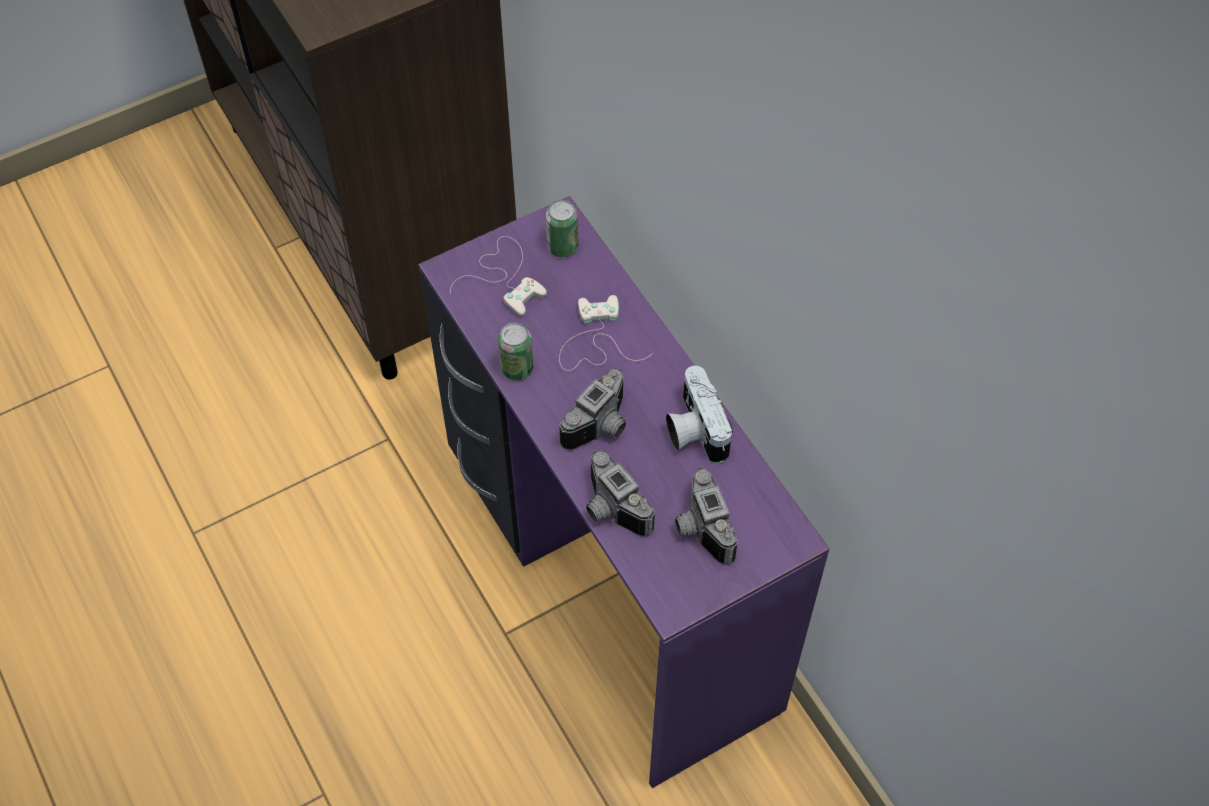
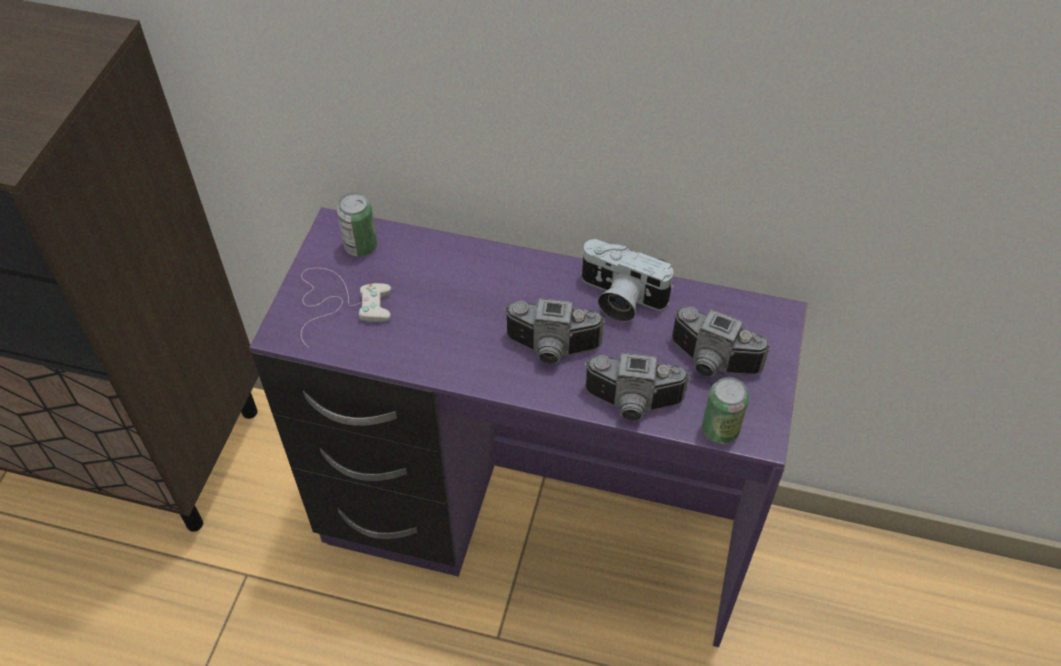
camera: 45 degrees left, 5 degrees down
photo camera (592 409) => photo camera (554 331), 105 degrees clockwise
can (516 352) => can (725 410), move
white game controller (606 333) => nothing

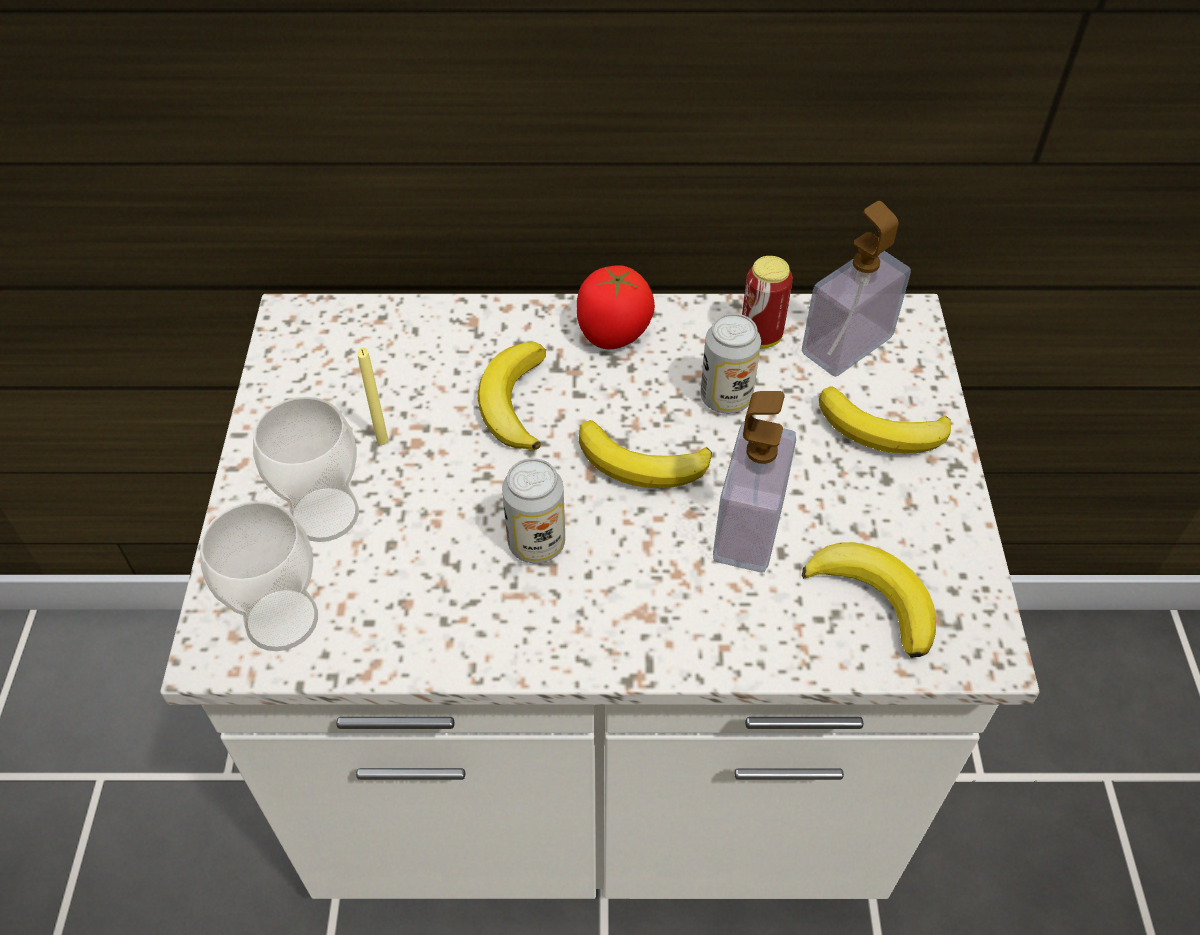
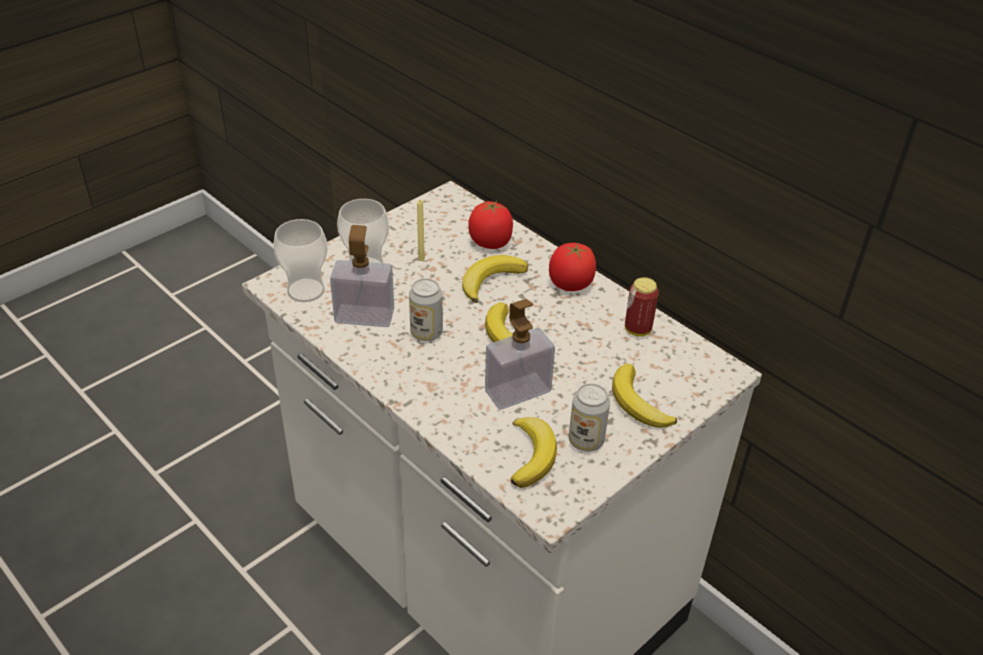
camera: 45 degrees right, 10 degrees down
soap dispenser (856 289) => soap dispenser (362 276), move
nothing => tomato (490 224)
can (730 363) => can (589 417), move

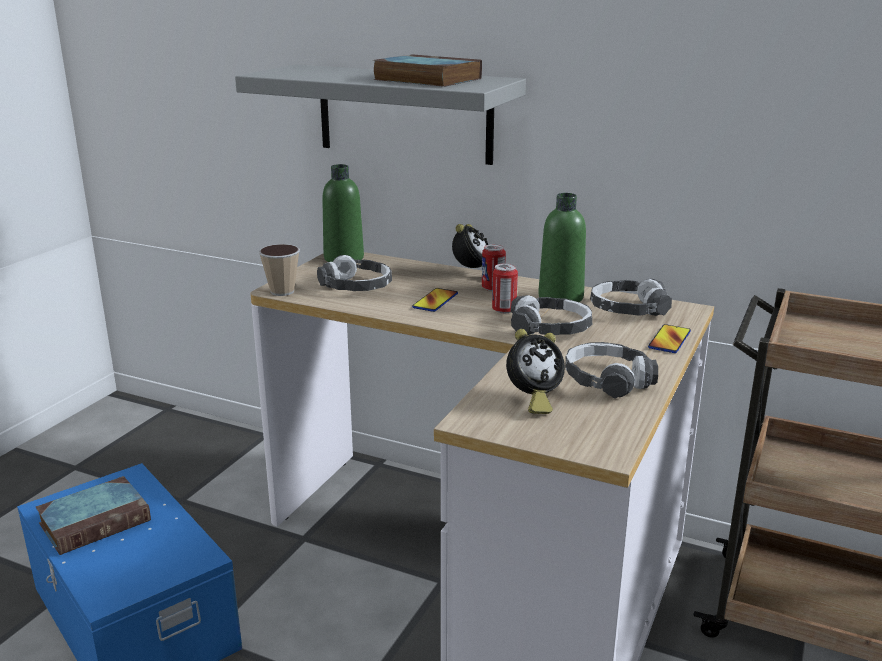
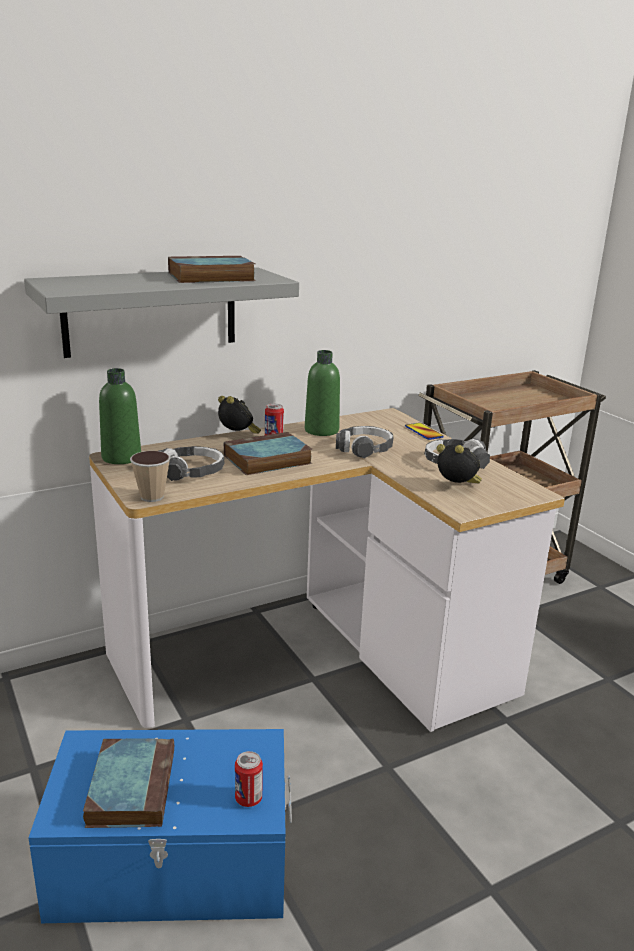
camera: 55 degrees left, 0 degrees up
phone (435 300) => book (268 453)
can (505 288) => can (249 779), move
alarm clock (535 371) => alarm clock (459 463), 60 degrees counterclockwise
headphones (631 297) => nothing

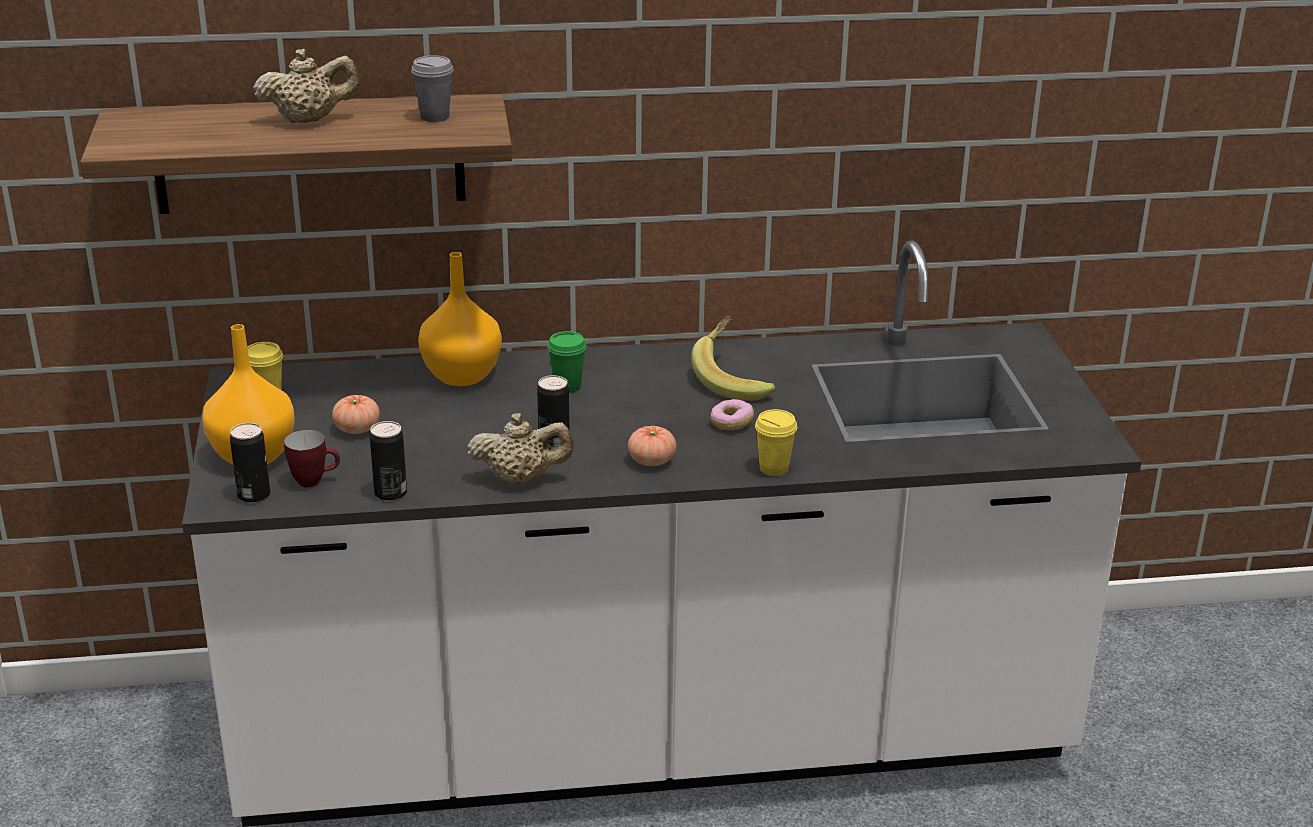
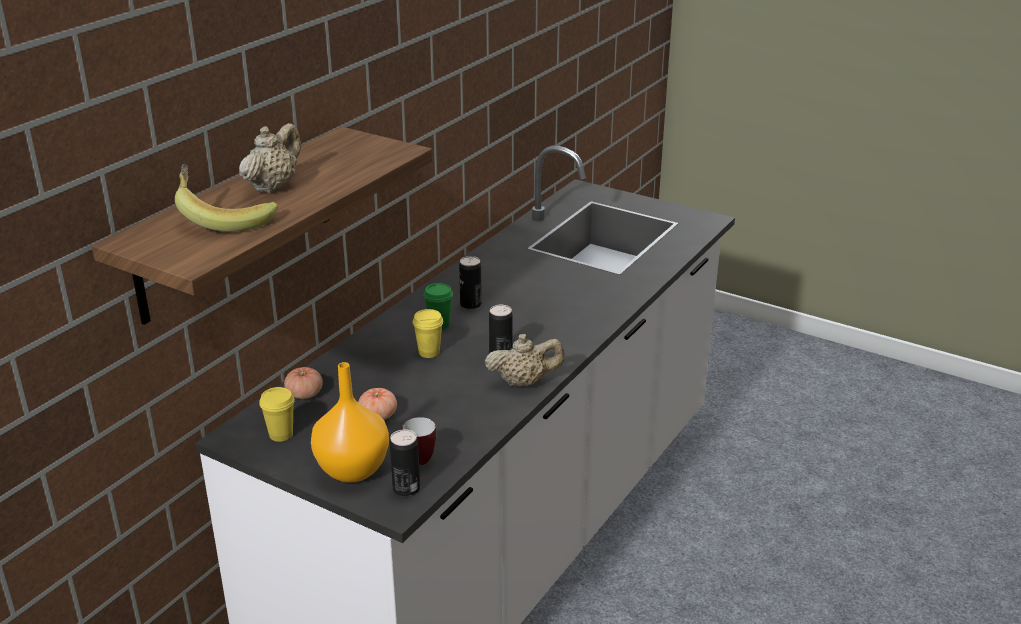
camera: 50 degrees left, 0 degrees up
banana (733 358) => banana (226 198), move
tomato (652 446) => tomato (303 383), move
yellow cup (776 442) => yellow cup (427 333), move
can (388 461) => can (470 282), move
beige teapot (520 448) => beige teapot (524 360), 45 degrees clockwise
grey cup (432 88) => nothing
orange vase (460 319) => nothing
donut (732 414) => nothing

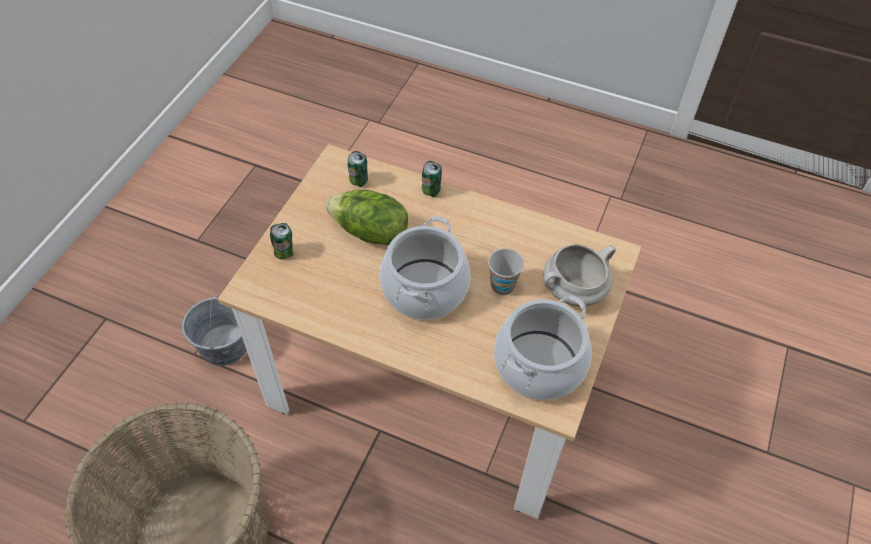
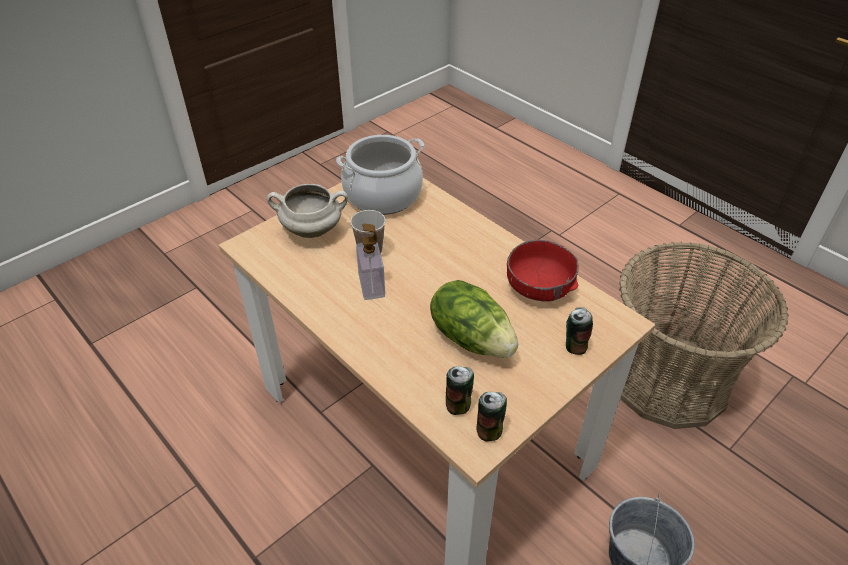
camera: 155 degrees left, 10 degrees down
nothing => soap dispenser (370 262)
can (432 179) => can (491 417), move
nothing => red bowl (543 271)
cooking pot (425 268) => nothing

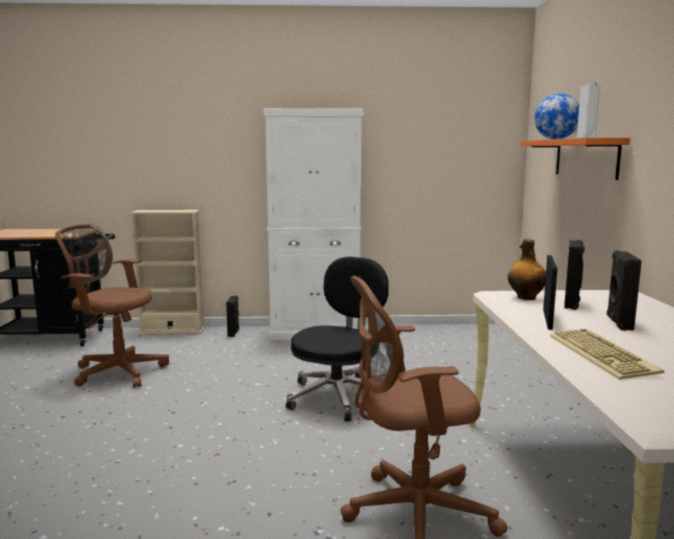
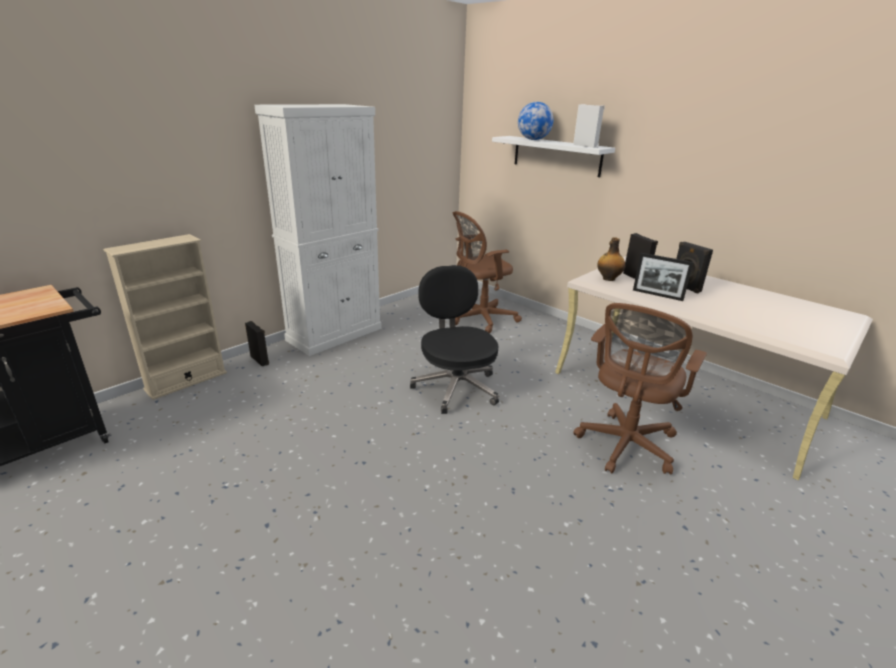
camera: 45 degrees left, 15 degrees up
brown office chair (112 306) => brown office chair (487 272), move
orange shelf (575 159) => white shelf (553 156)
picture frame (550 292) => picture frame (663 277), 150 degrees clockwise
keyboard (607 354) => nothing

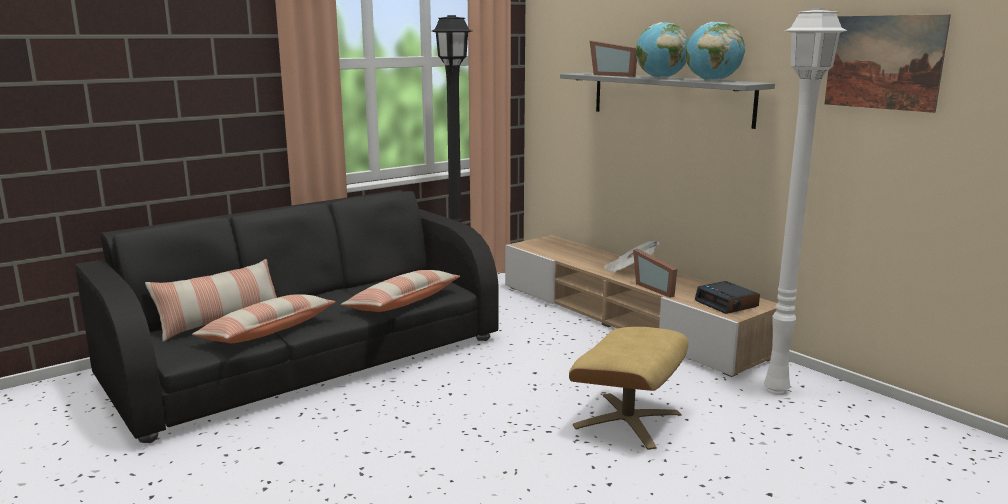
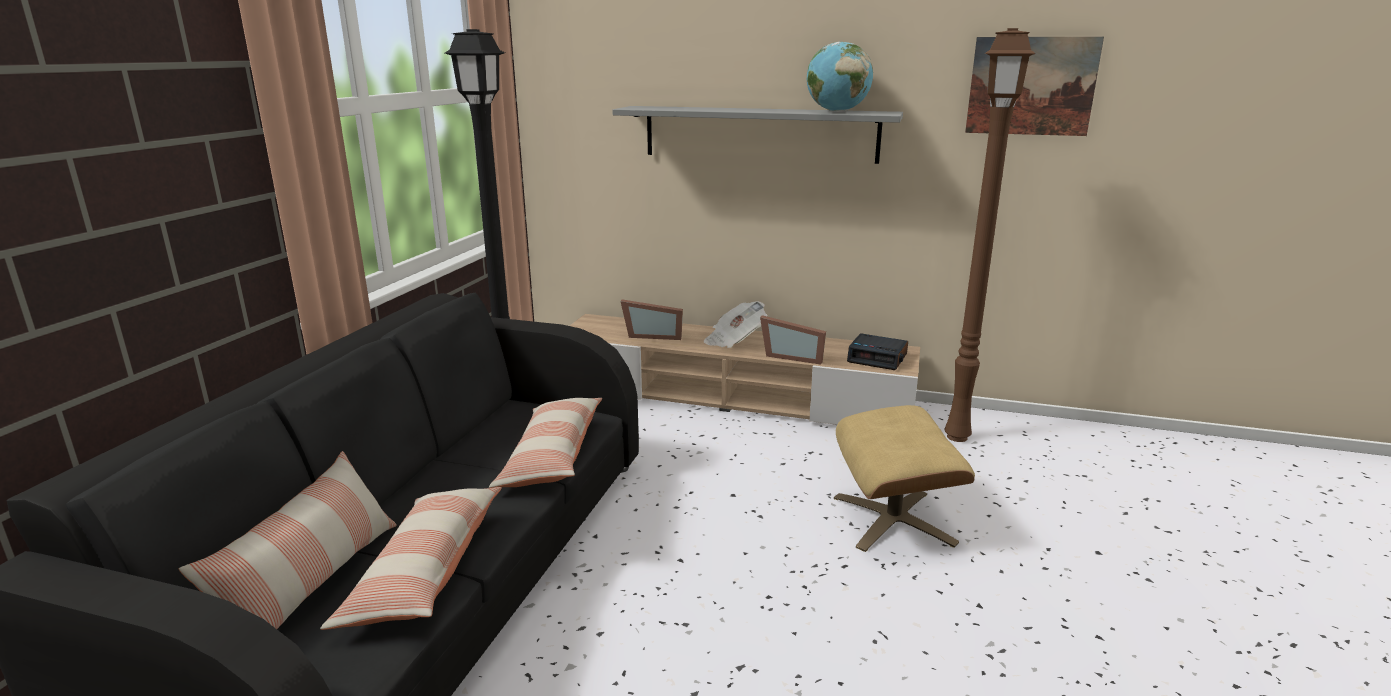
camera: 35 degrees left, 5 degrees up
picture frame (613 59) => picture frame (651 320), move
white floor lamp (805 201) => brown floor lamp (990 235)
globe (662 50) => nothing

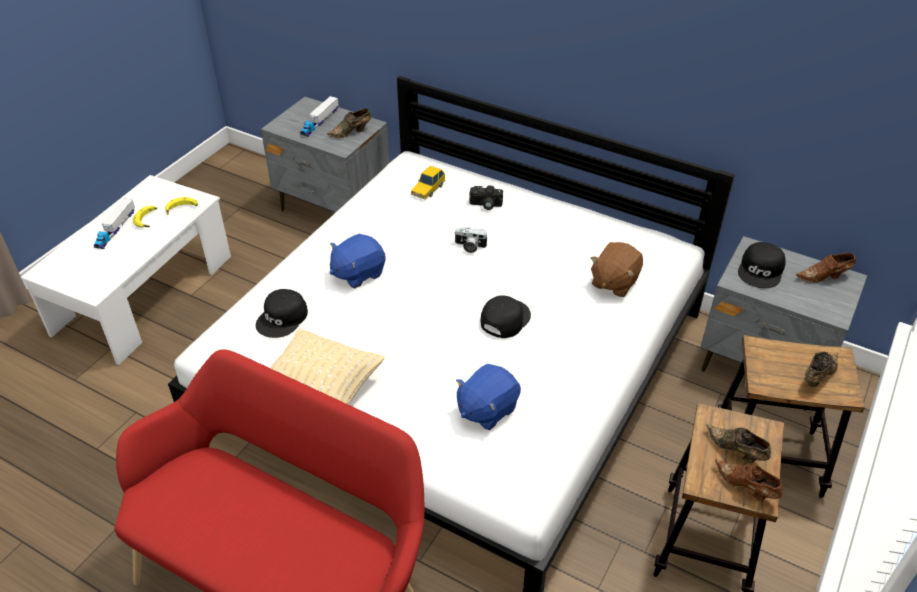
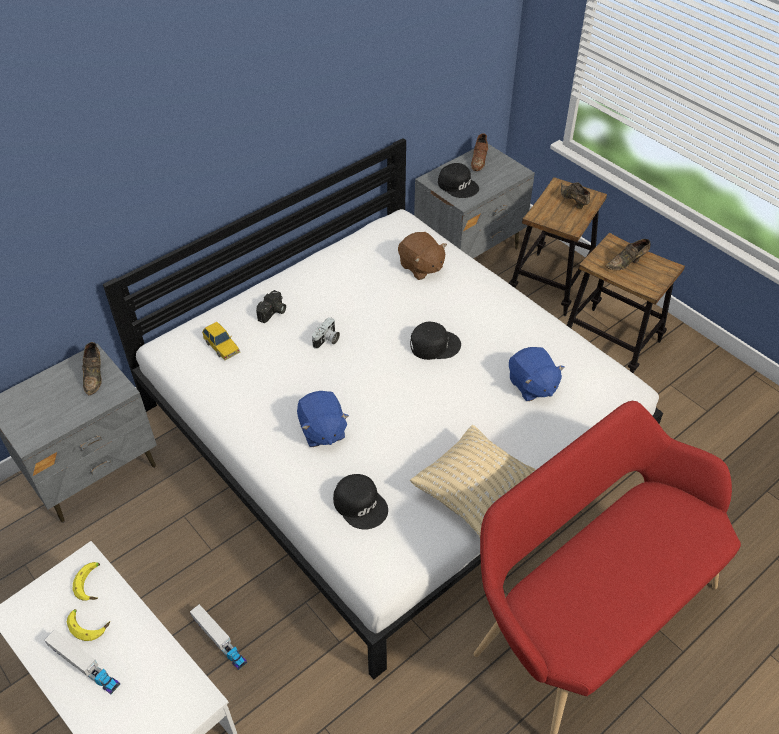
camera: 70 degrees left, 5 degrees up
toy truck (319 116) => toy truck (218 637), move
black cap (505 316) => black cap (435 341), 120 degrees clockwise
brown shoe (749 480) => nothing

